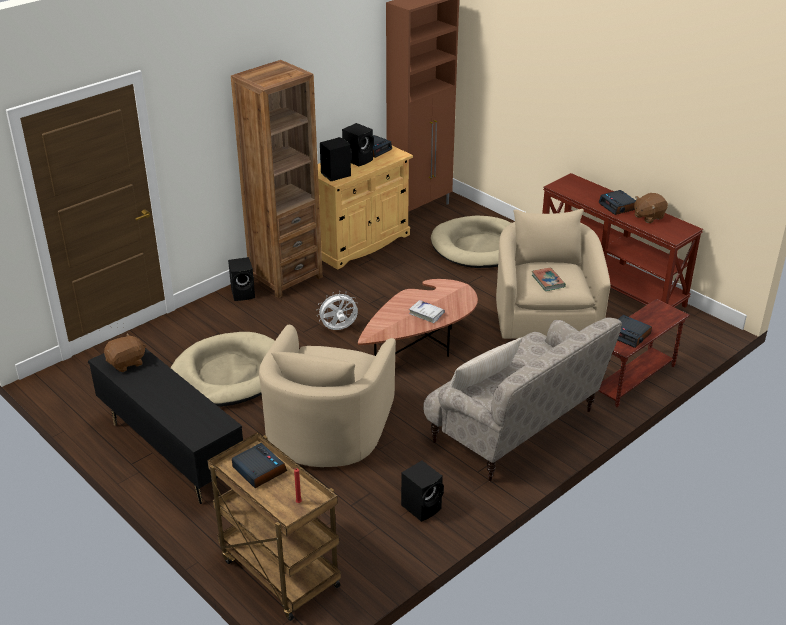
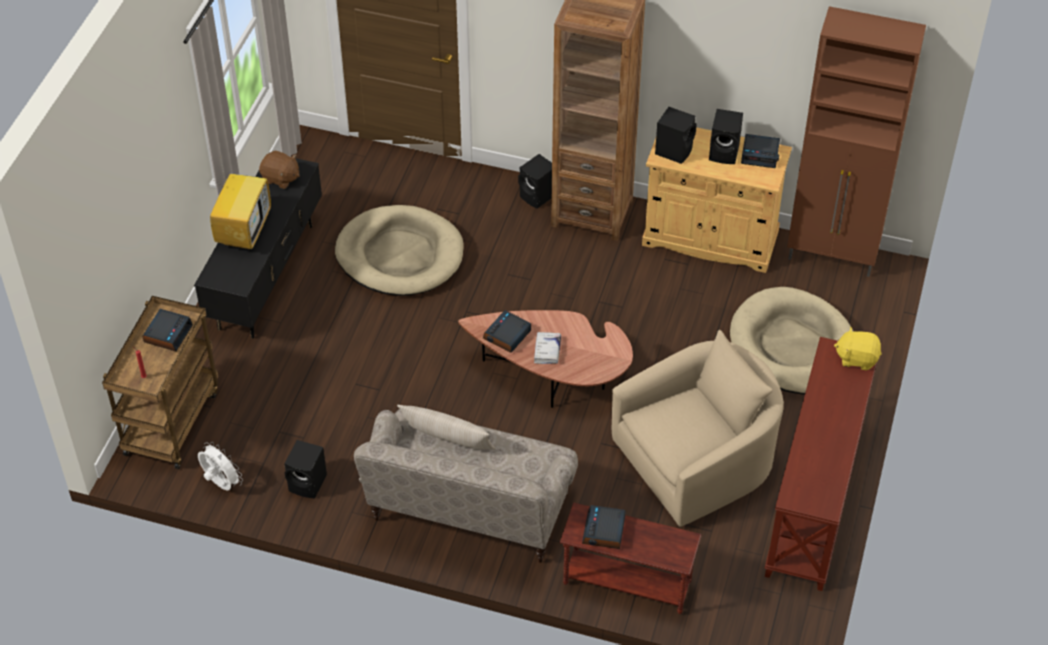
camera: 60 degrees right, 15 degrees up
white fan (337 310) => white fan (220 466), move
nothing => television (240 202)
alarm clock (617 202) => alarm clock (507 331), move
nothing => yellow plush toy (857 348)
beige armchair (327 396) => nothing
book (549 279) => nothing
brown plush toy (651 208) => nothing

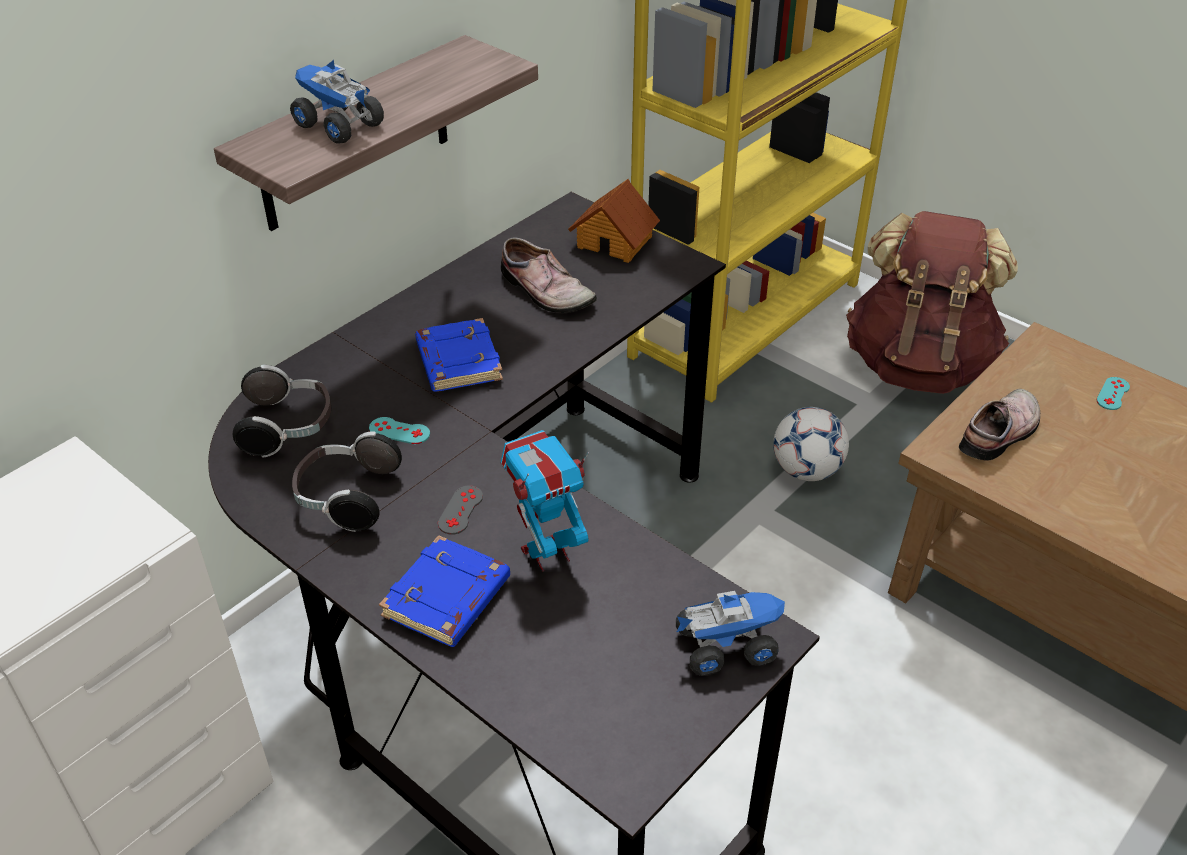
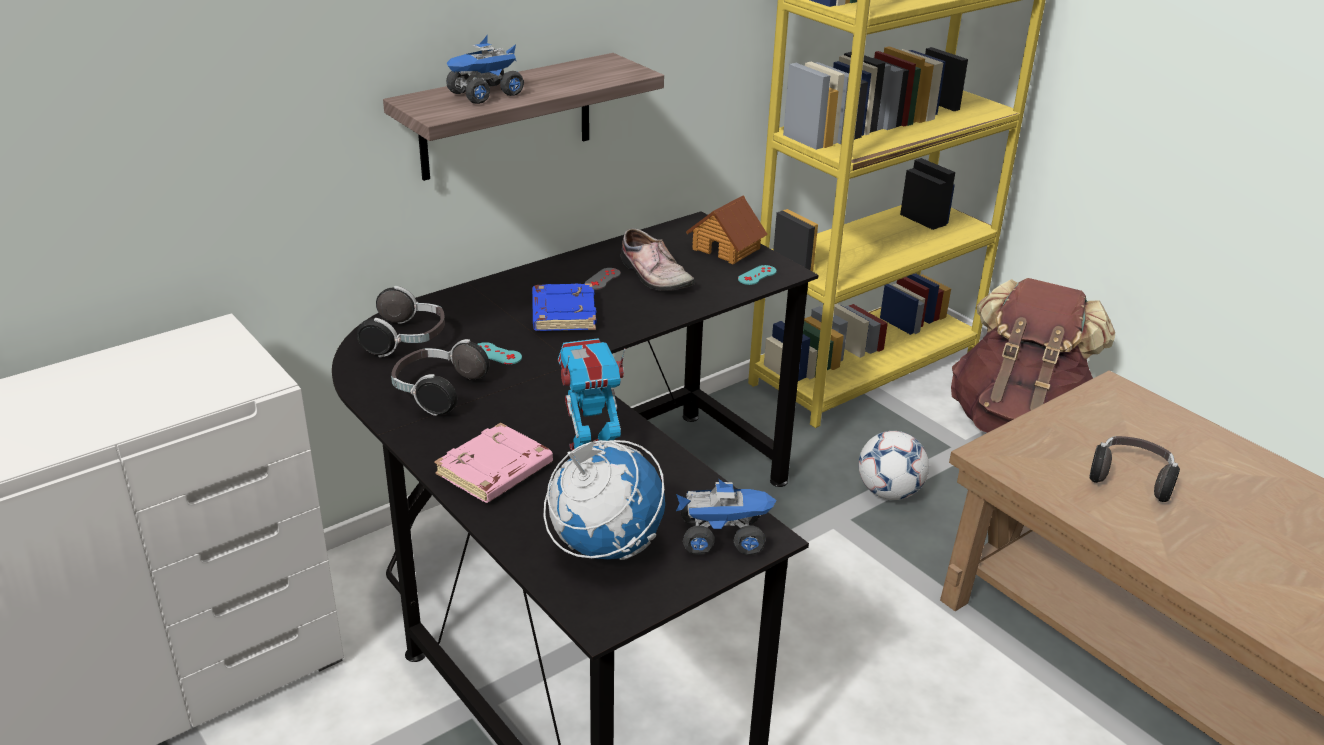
camera: 10 degrees right, 10 degrees down
blue book (444 591) => pink book (493 463)
toy truck (337 102) => toy truck (485 69), 90 degrees counterclockwise
nothing => globe (604 500)
grey game controller (460 510) => grey game controller (603 279), move
turquoise game controller (1113 393) => turquoise game controller (757 275), move
nothing => headphones (1134 469)
shoe (999 425) => nothing

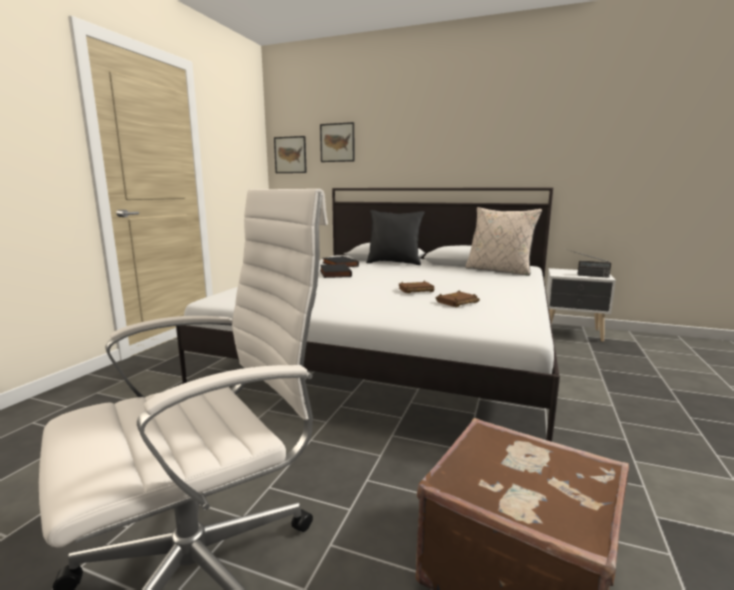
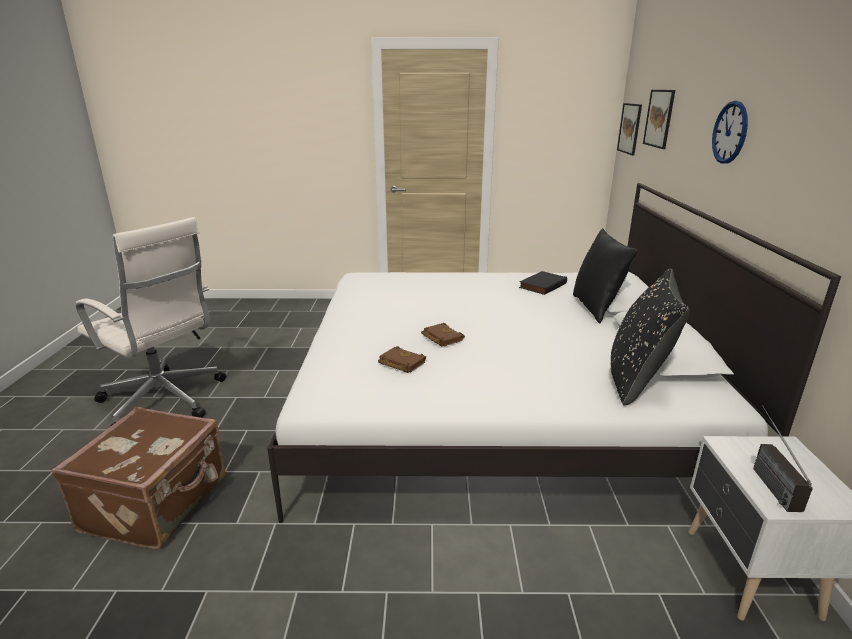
camera: 70 degrees right, 10 degrees up
beige pillow (503 241) => black pillow (650 337)
nothing => wall clock (730 132)
black book (336 271) => nothing

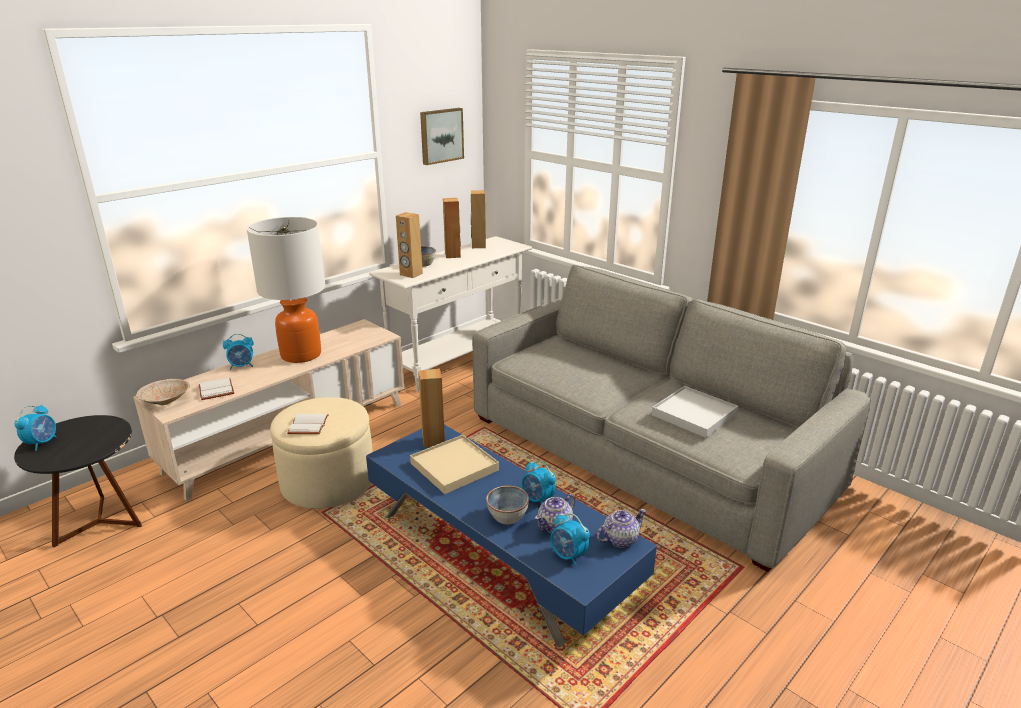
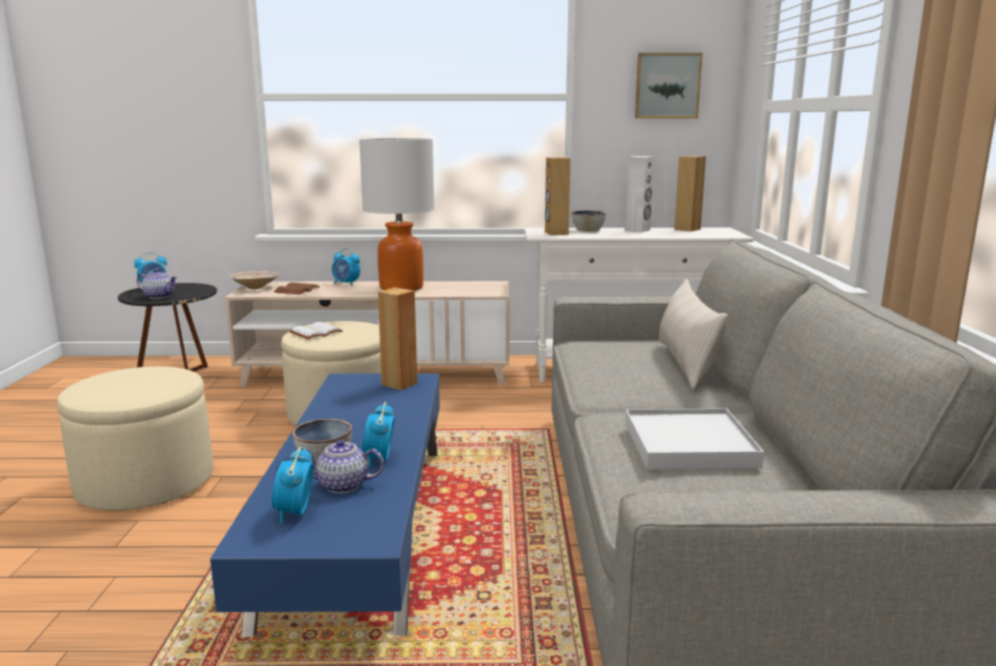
camera: 45 degrees right, 10 degrees down
nothing => beige ottoman (135 438)
teapot (622 528) => teapot (157 284), move
white book (216 389) => brown book (297 288)
brown speaker (452 228) => white speaker (639 194)
nothing => beige pillow (693 334)
beige tray (454 464) => nothing

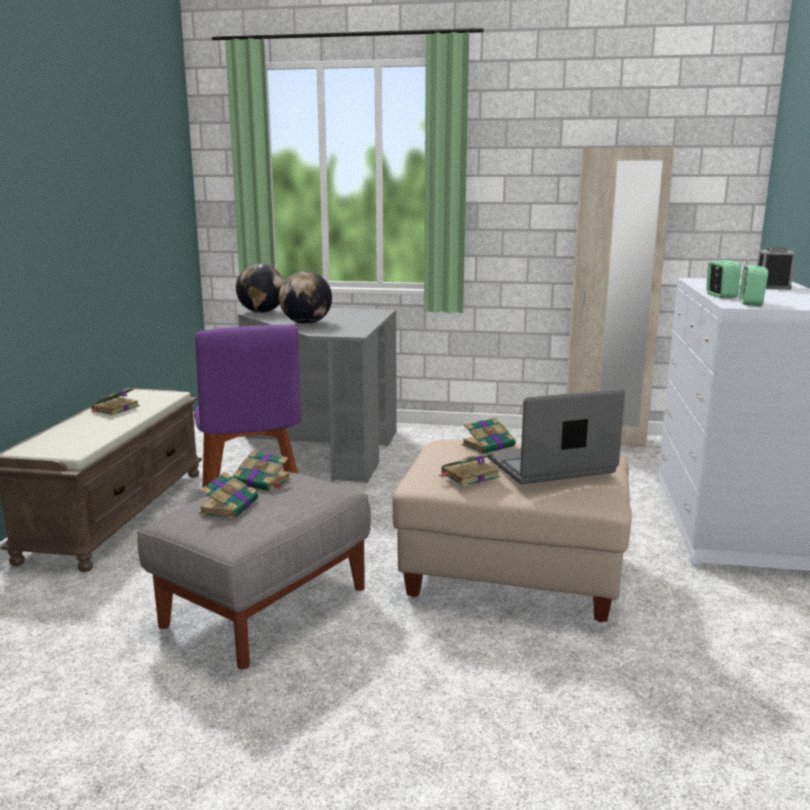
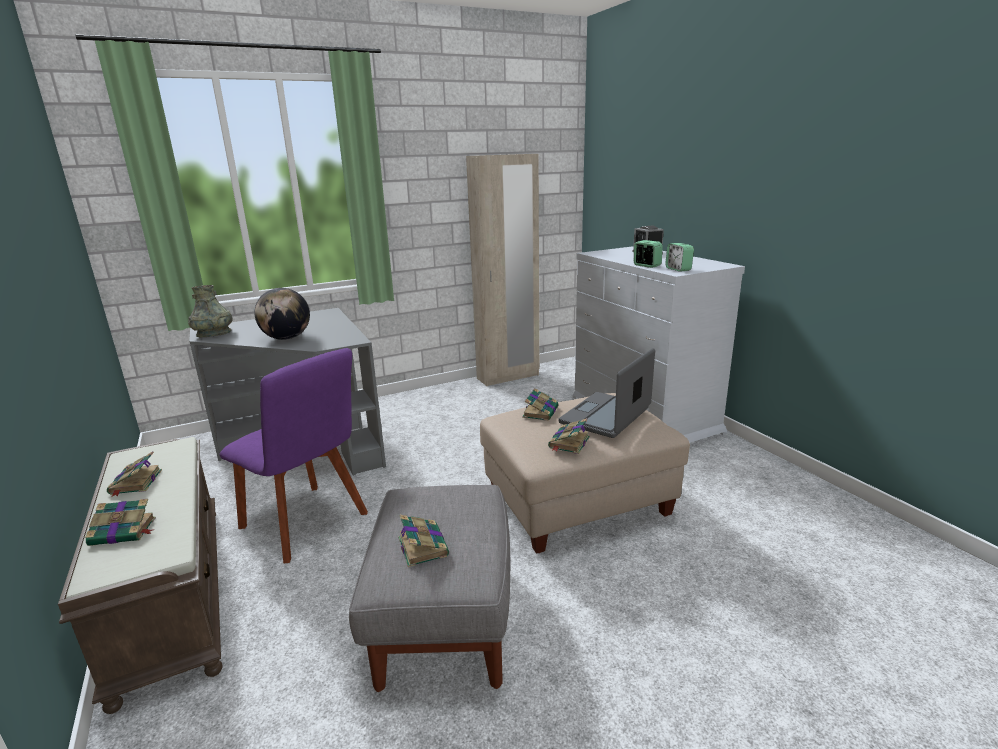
camera: 35 degrees left, 5 degrees up
book (262 470) => book (120 522), move
globe (260 288) => grey vase (210 311)

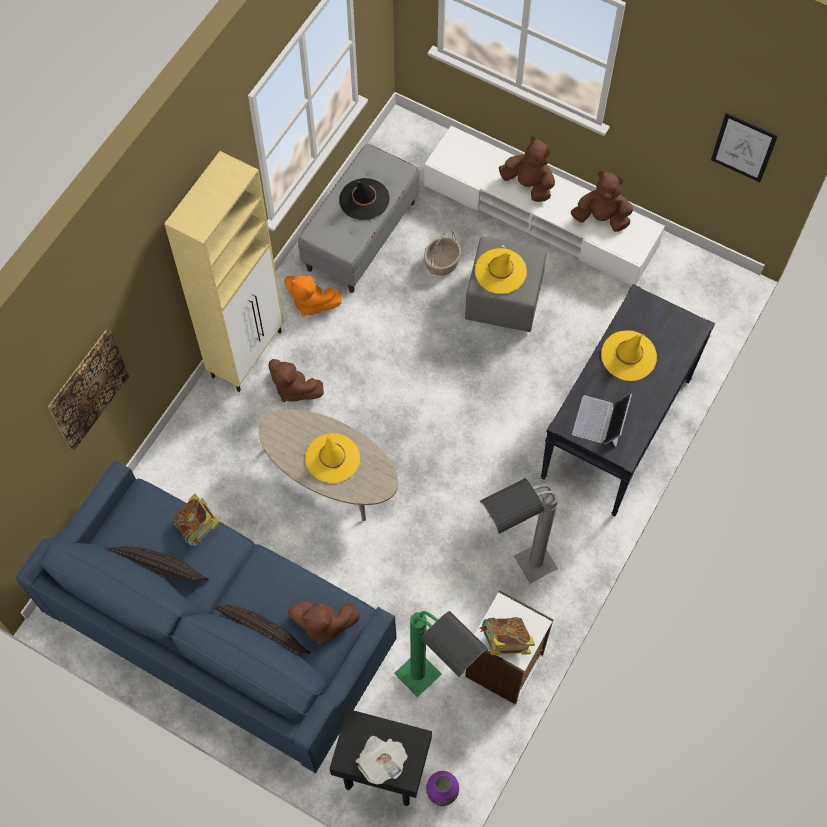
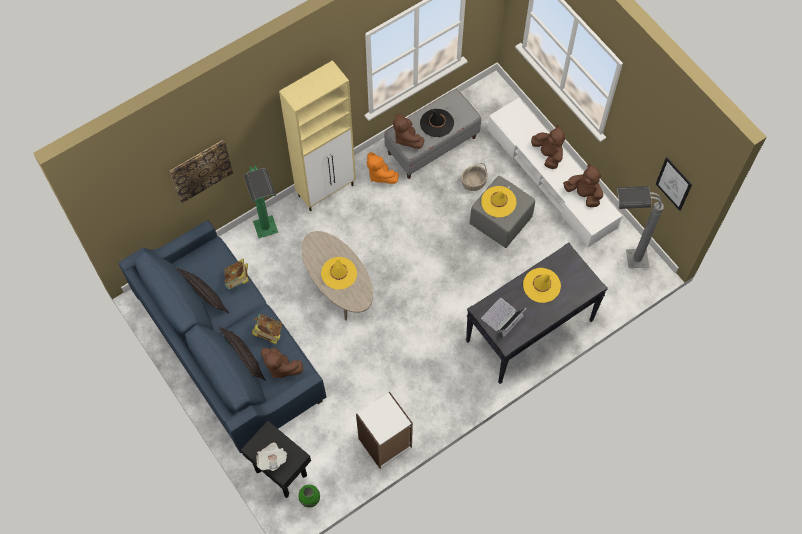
camera: 25 degrees right, 0 degrees up
green floor lamp (441 654) => green floor lamp (261 201), move
book (507 636) => book (267 329), move
purple vase (442 788) => green vase (309 496)
brown plush toy (296 380) => brown plush toy (408 131), move
grey floor lamp (519 530) => grey floor lamp (640 227), move

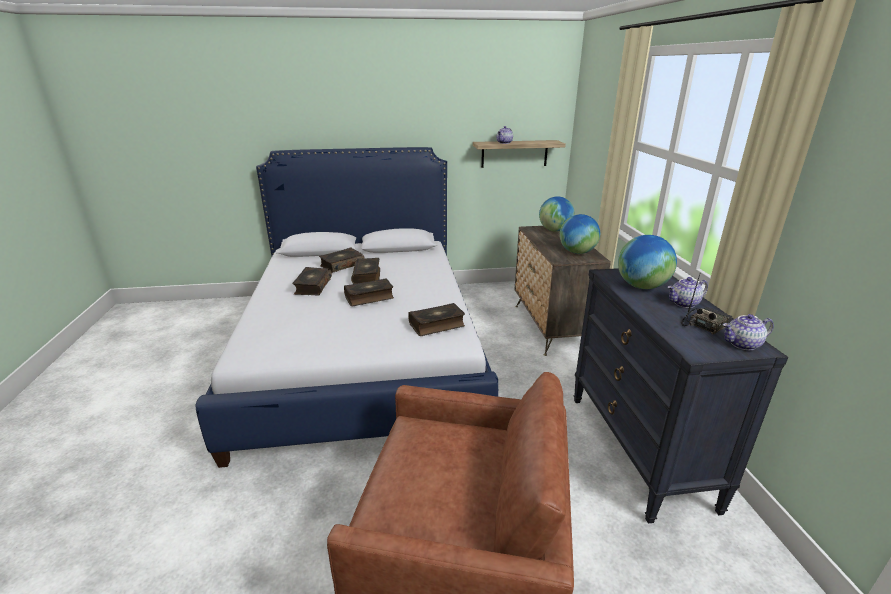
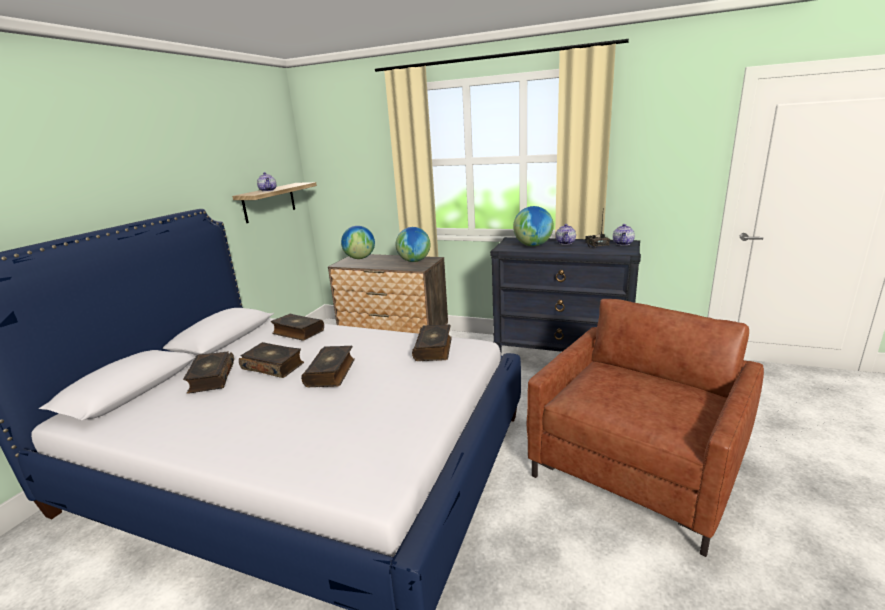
camera: 60 degrees left, 5 degrees down
book (312 281) => book (297 327), move

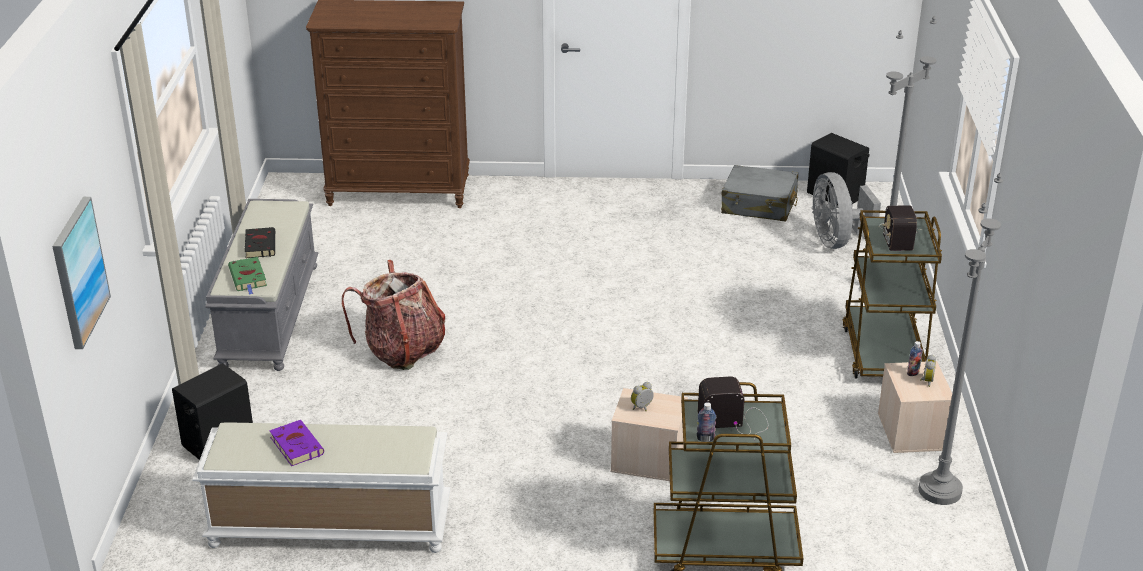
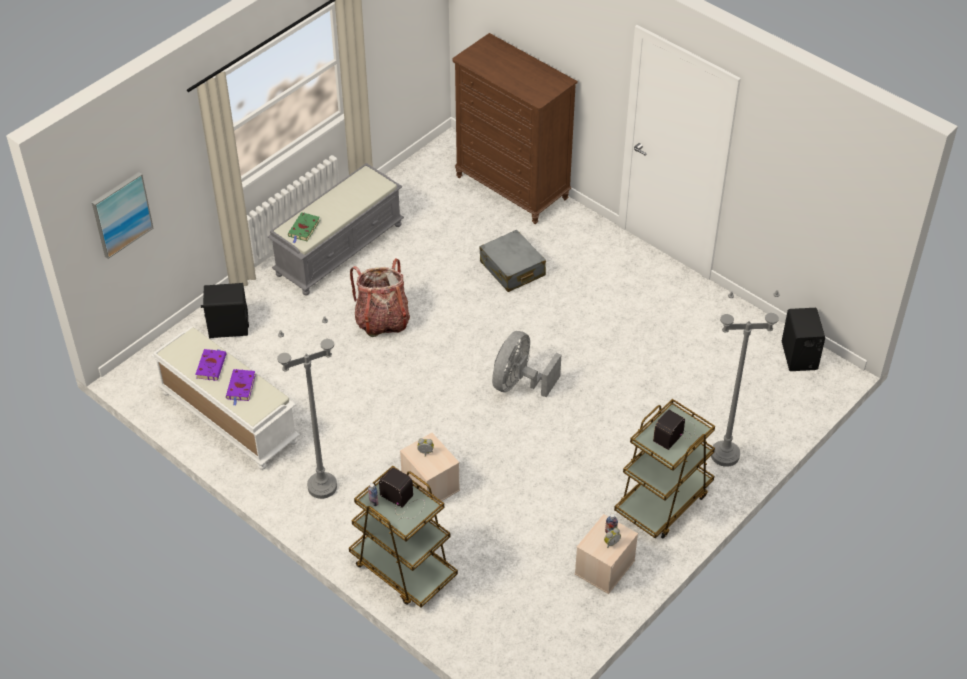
camera: 40 degrees right, 15 degrees up
nothing => purple book (241 387)
grey floor lamp (960 339) => grey floor lamp (307 407), move
grey suitcase (759 193) => grey suitcase (512 261), move
grey fan (846 210) => grey fan (526 364), move
black book (260 242) => nothing

